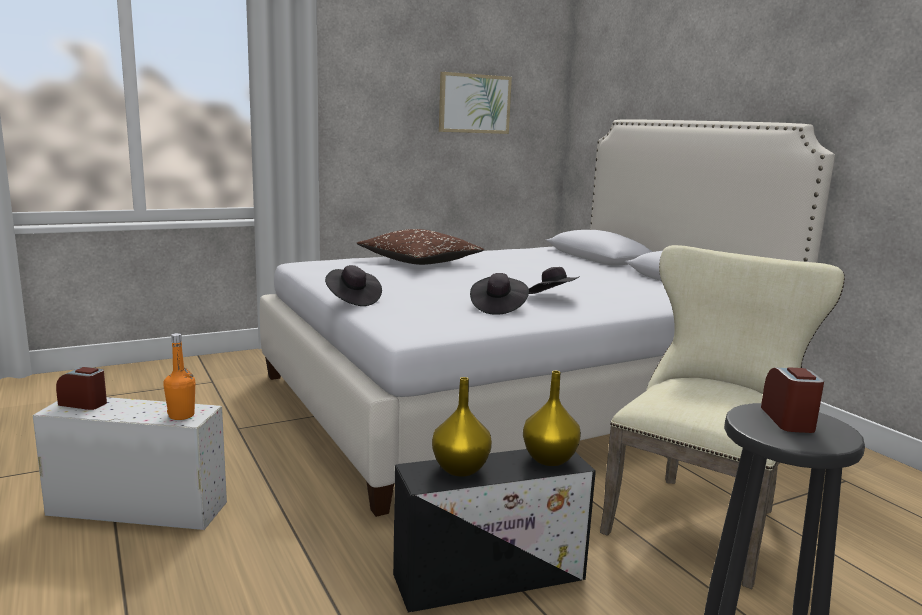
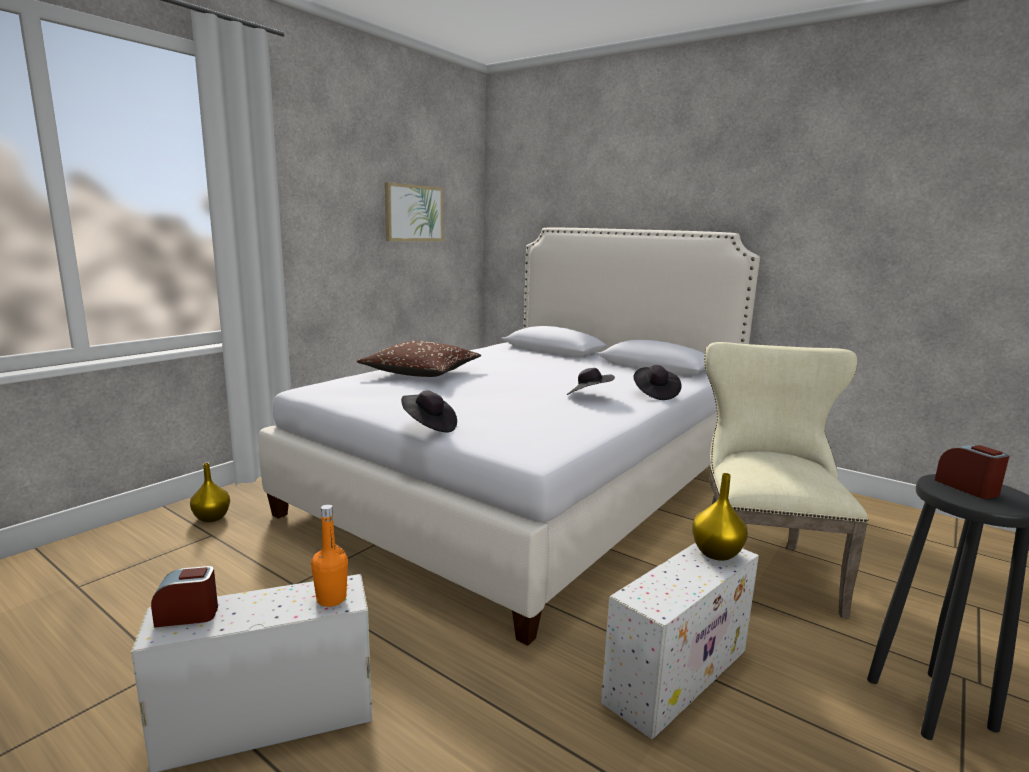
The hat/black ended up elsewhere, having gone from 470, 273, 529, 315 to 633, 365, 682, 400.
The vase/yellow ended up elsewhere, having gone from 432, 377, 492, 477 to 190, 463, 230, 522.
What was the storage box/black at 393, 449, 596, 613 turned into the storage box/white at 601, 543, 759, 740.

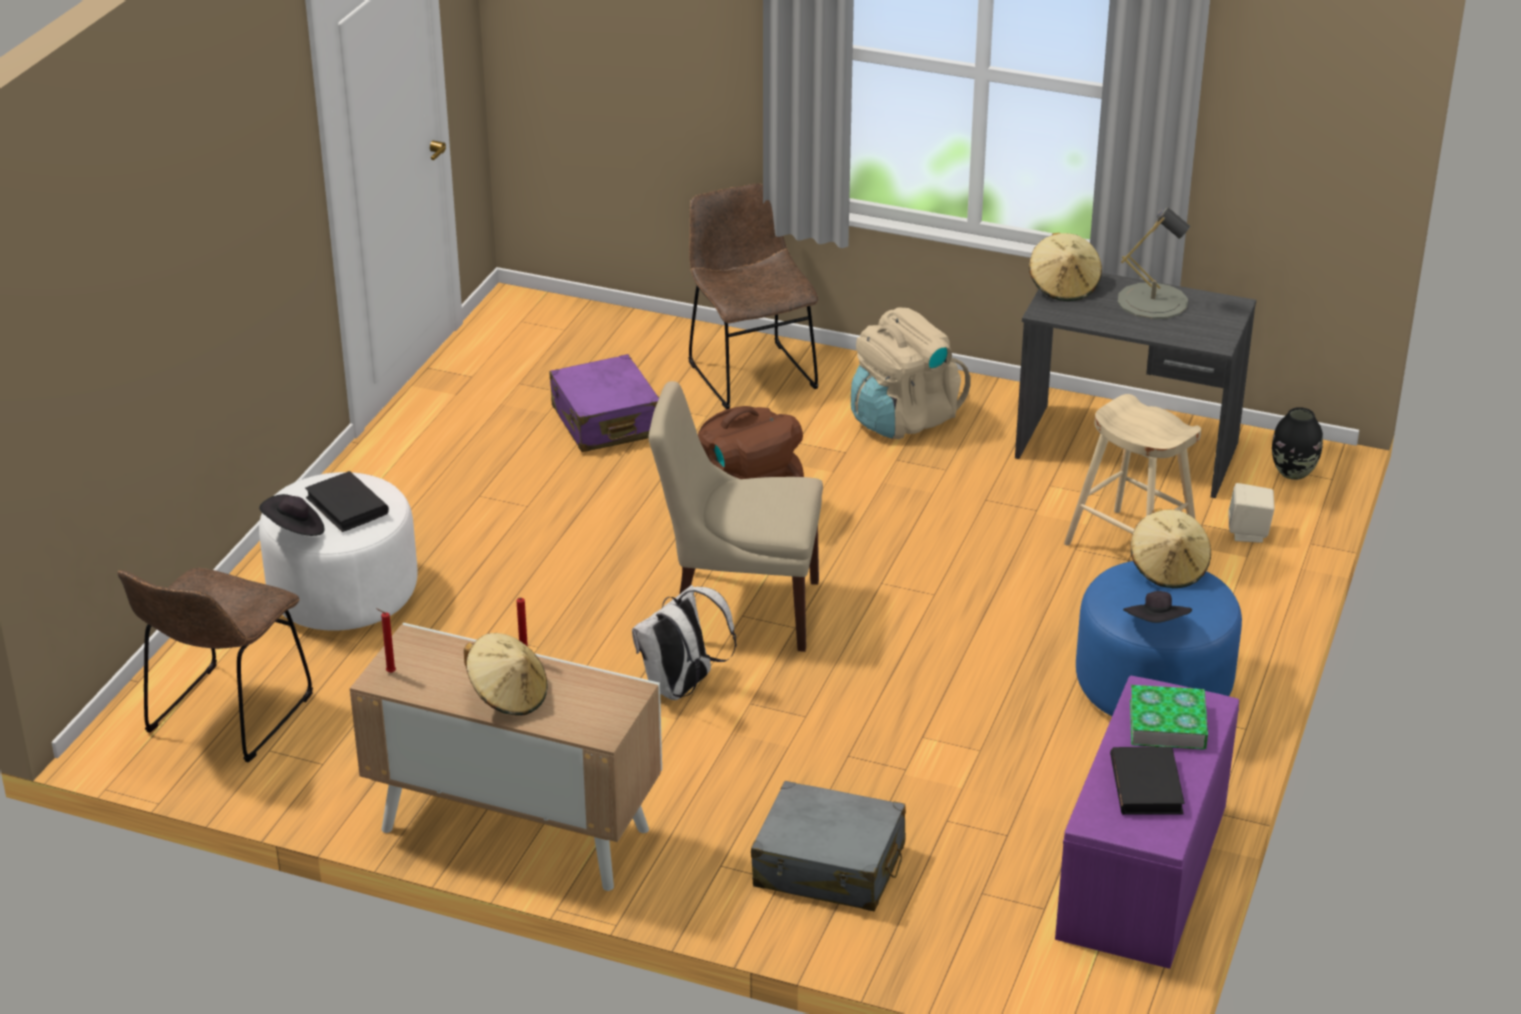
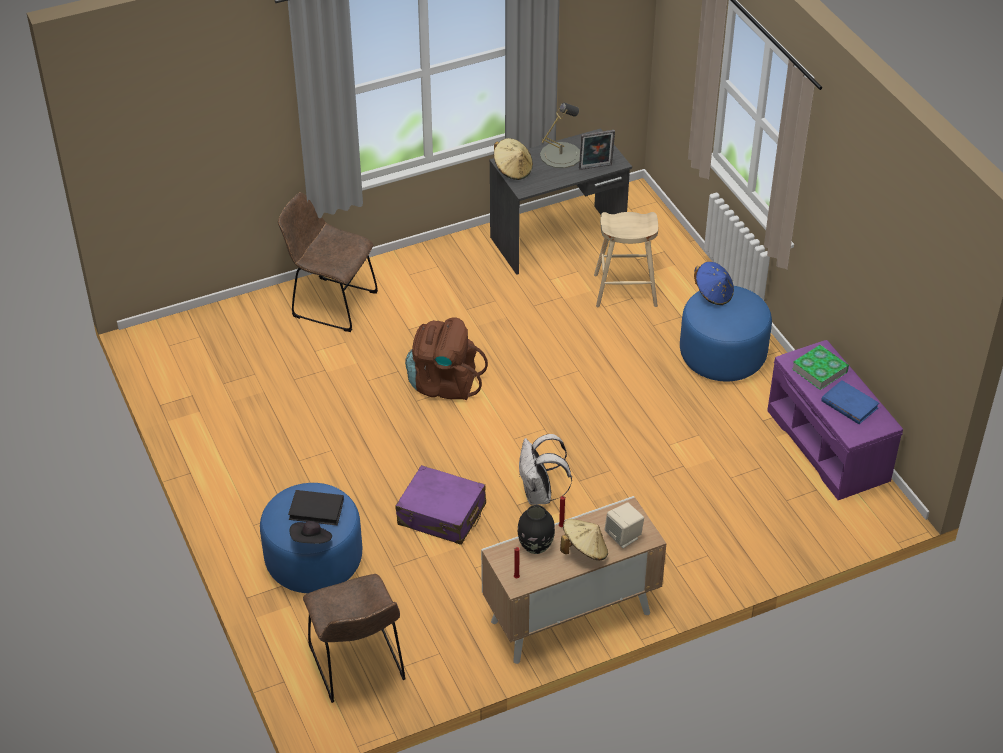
The second view lost the backpack/beige at 851, 307, 971, 439.
The suitcase/purple ended up elsewhere, having gone from 549, 354, 659, 452 to 395, 465, 486, 545.
The second view lost the chair/beige at 648, 381, 823, 652.
The vase/black ended up elsewhere, having gone from 1272, 407, 1323, 480 to 518, 505, 555, 554.
What was the ottoman/white at 259, 472, 418, 631 turned into the ottoman/blue at 260, 483, 362, 593.
The speaker/beige ended up elsewhere, having gone from 1228, 483, 1275, 543 to 604, 503, 644, 548.
What was the hat/beige at 1130, 508, 1211, 588 turned into the hat/blue at 694, 262, 734, 305.
The second view lost the hat/black at 1123, 591, 1192, 623.
What was the book/black at 1110, 747, 1185, 815 turned into the book/blue at 821, 380, 879, 424.
The second view lost the suitcase/grey at 751, 781, 906, 911.
The second view gained the picture frame at 579, 130, 615, 170.

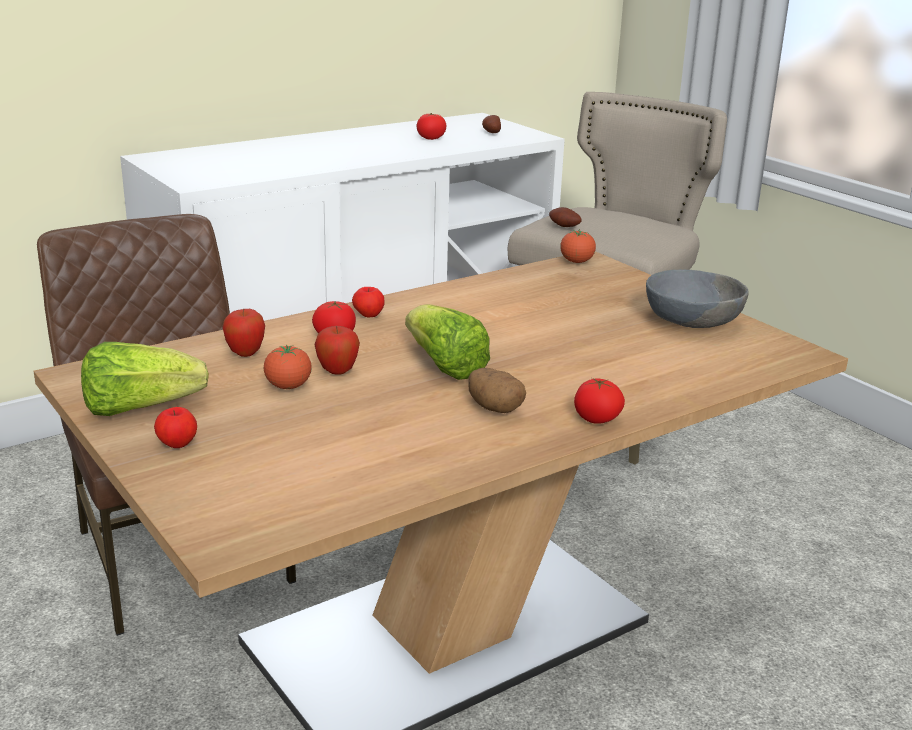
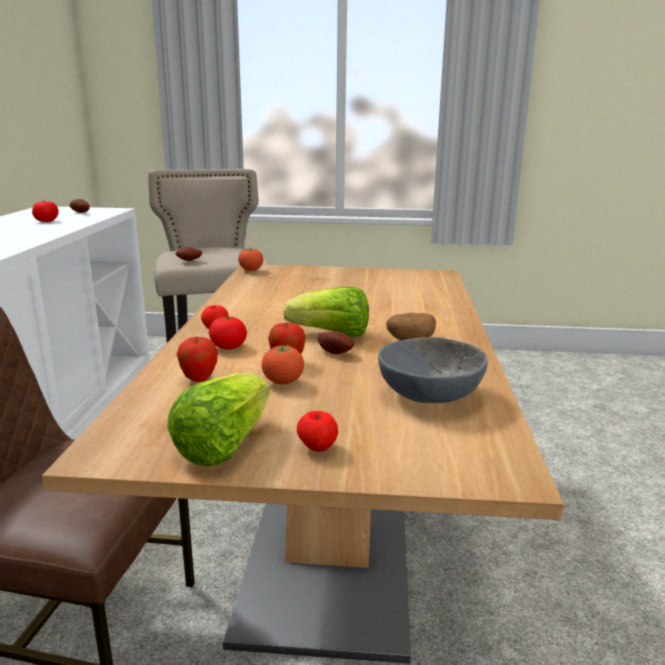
The bowl/grey ended up elsewhere, having gone from 646, 270, 748, 328 to 378, 337, 488, 403.
The second view lost the tomato at 574, 378, 625, 424.
The second view gained the potato at 318, 331, 354, 354.

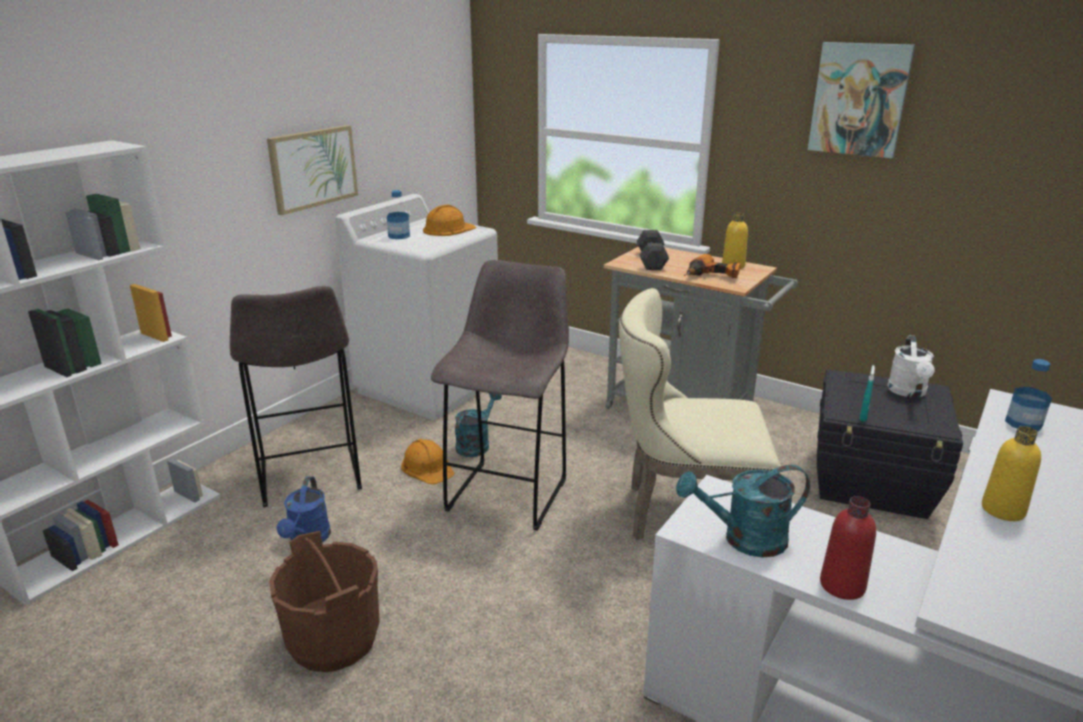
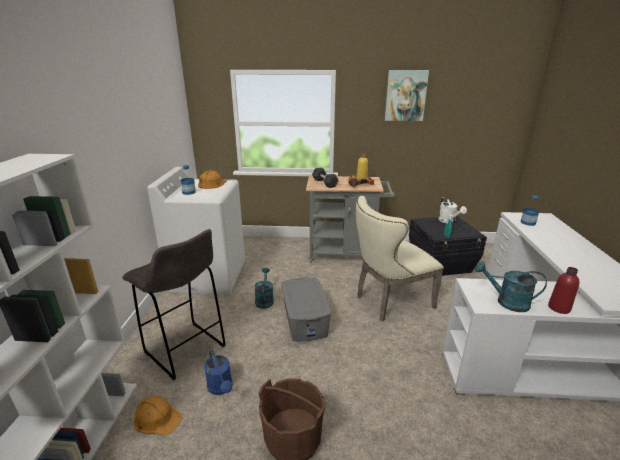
The second view lost the picture at 267, 125, 358, 215.
Where the stool/grey stood at 431, 260, 569, 531, the storage box/grey came to stand at 281, 277, 332, 341.
The second view lost the bottle/yellow at 982, 426, 1041, 521.
The hard hat/orange ended up elsewhere, having gone from 401, 439, 454, 484 to 134, 396, 182, 435.
The watering can/turquoise at 676, 465, 810, 558 ended up facing another way, 60 degrees clockwise from before.

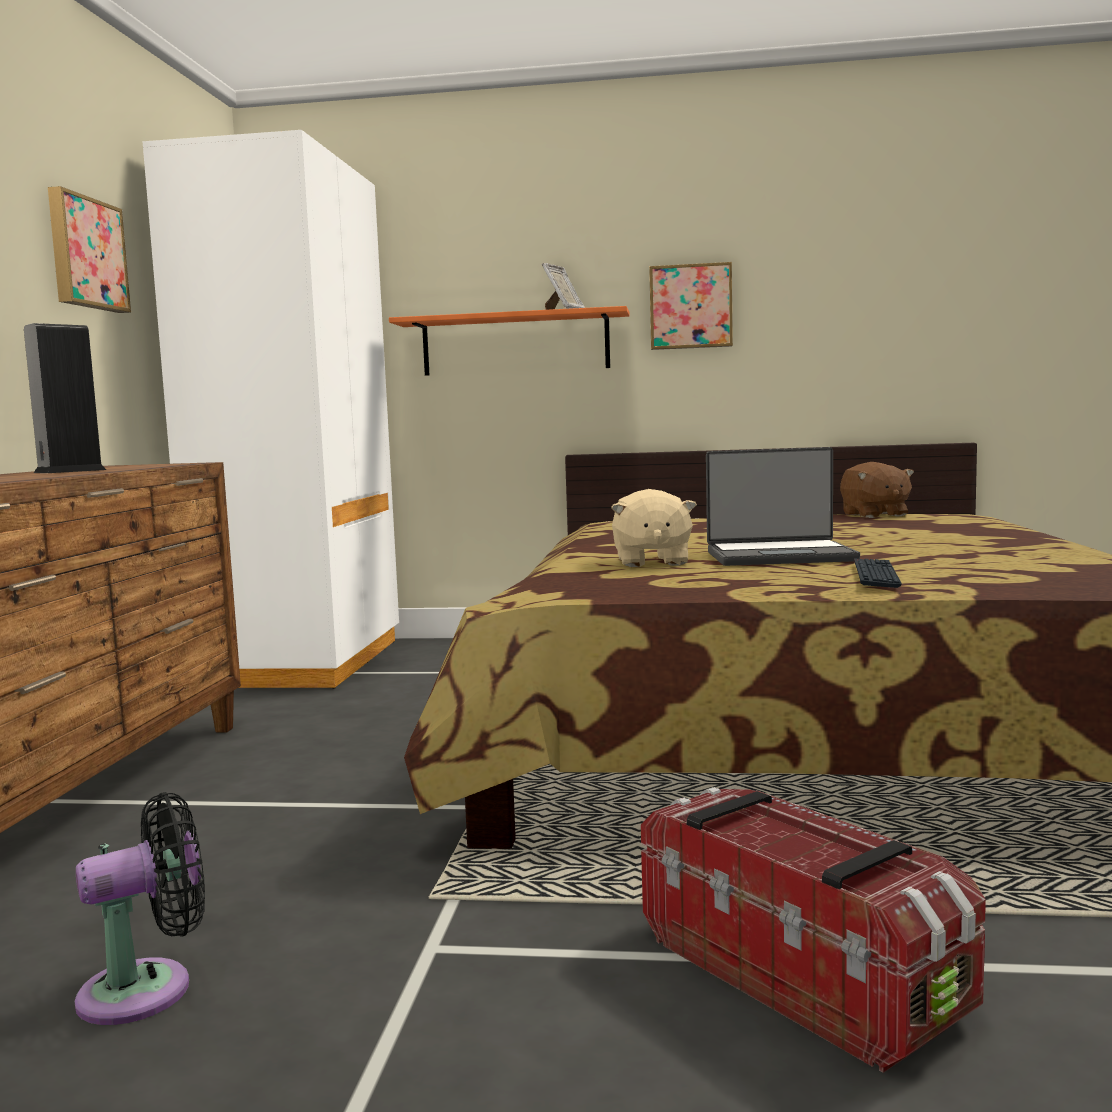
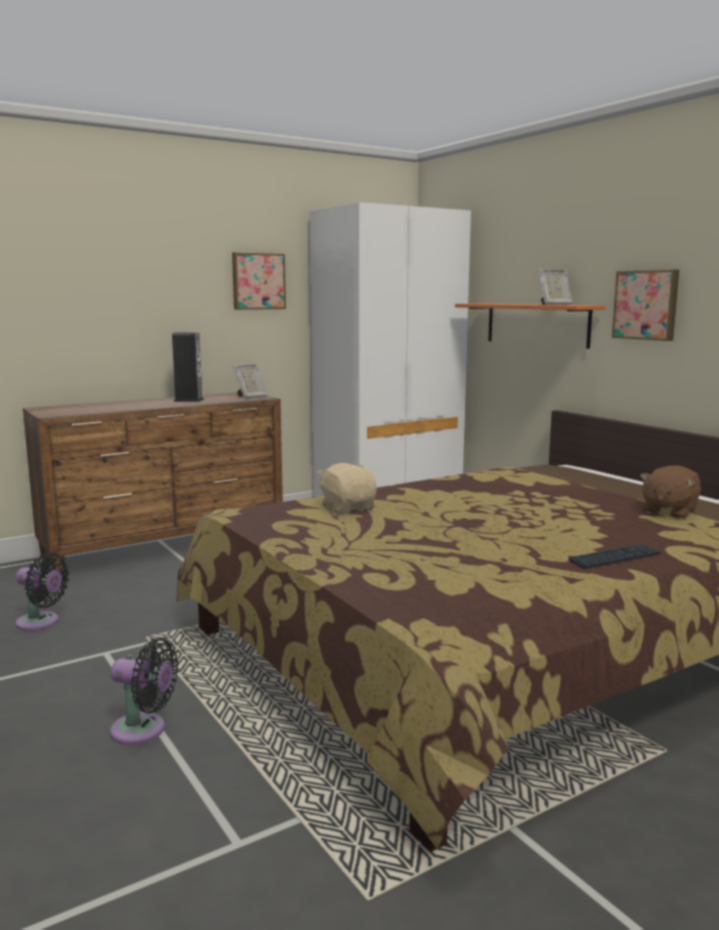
The second view lost the laptop at 706, 447, 860, 566.
The plush toy/beige at 611, 489, 697, 567 ended up facing another way, 105 degrees clockwise from before.
The keyboard ended up elsewhere, having gone from 854, 558, 902, 588 to 569, 544, 661, 569.
Where the storage box stood at 641, 787, 986, 1073, the fan/black came to stand at 110, 638, 178, 745.
The second view gained the picture frame at 233, 364, 267, 399.

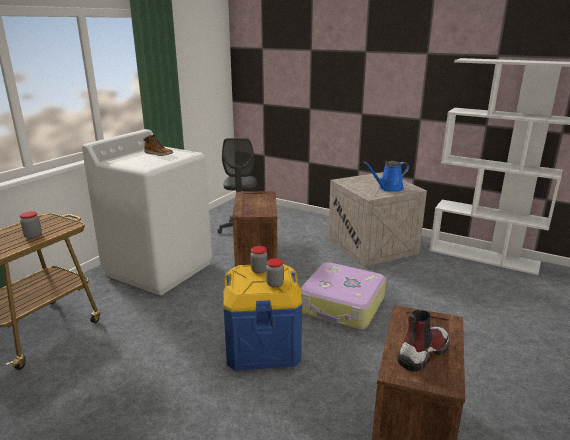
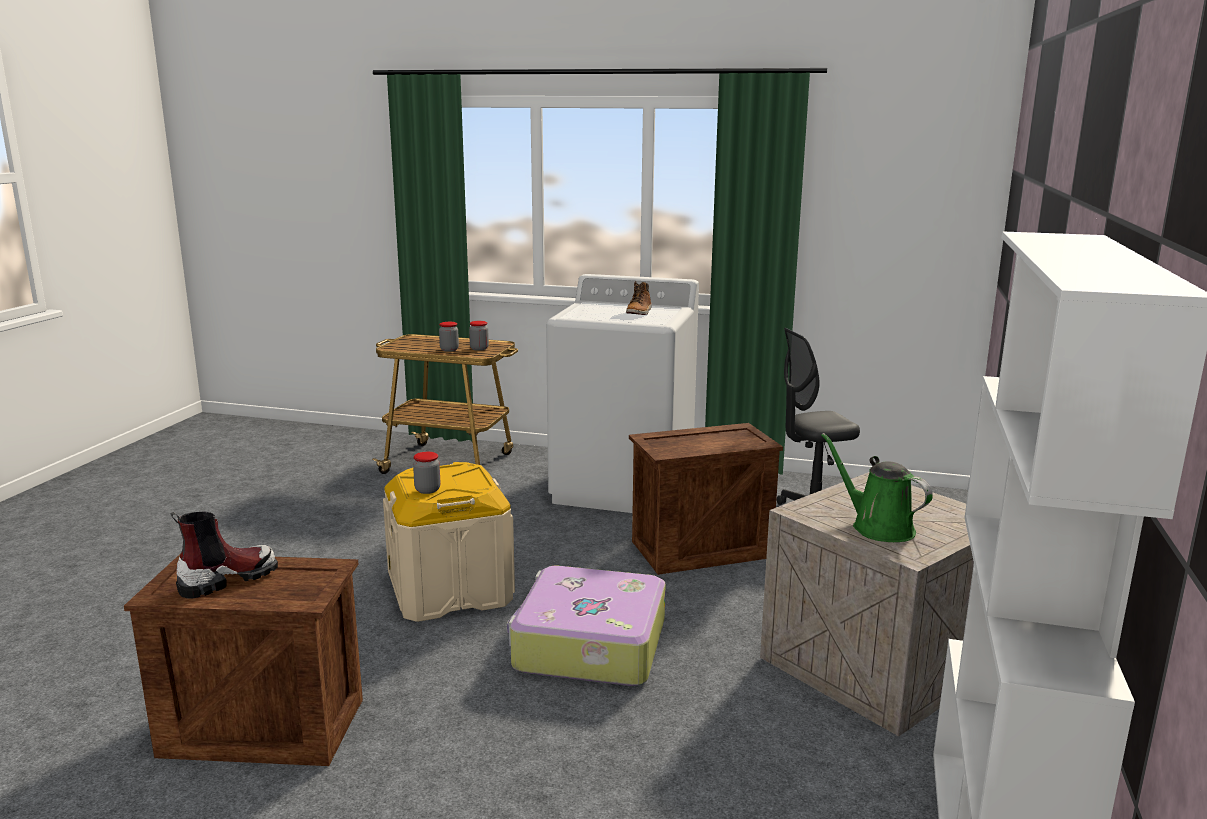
What was the watering can/blue at 363, 161, 409, 192 turned into the watering can/green at 821, 433, 933, 542.
The jar ended up elsewhere, having gone from 251, 246, 267, 274 to 469, 321, 489, 351.
What was the storage box/blue at 223, 264, 302, 370 turned into the storage box/beige at 383, 462, 515, 622.
The boot at 397, 310, 449, 372 ended up facing another way, 75 degrees counterclockwise from before.

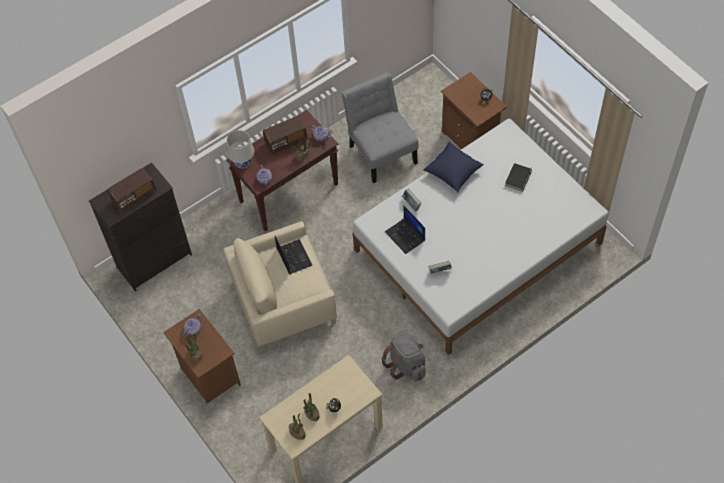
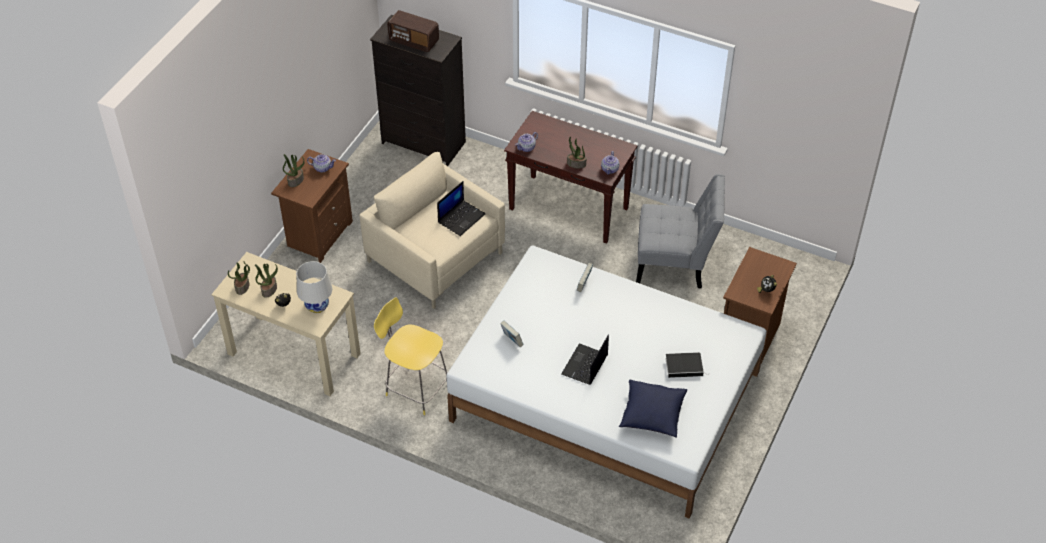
The chair/grey at 341, 72, 418, 183 ended up facing another way, 60 degrees clockwise from before.
The second view lost the radio at 263, 116, 307, 154.
The table lamp/white ended up elsewhere, having gone from 227, 130, 254, 169 to 297, 261, 332, 313.
The pillow/blue ended up elsewhere, having gone from 423, 142, 484, 193 to 619, 380, 687, 438.
The laptop ended up elsewhere, having gone from 385, 206, 425, 254 to 561, 334, 609, 385.
Where the backpack/grey stood at 381, 333, 426, 382, the chair/yellow came to stand at 374, 297, 448, 415.

